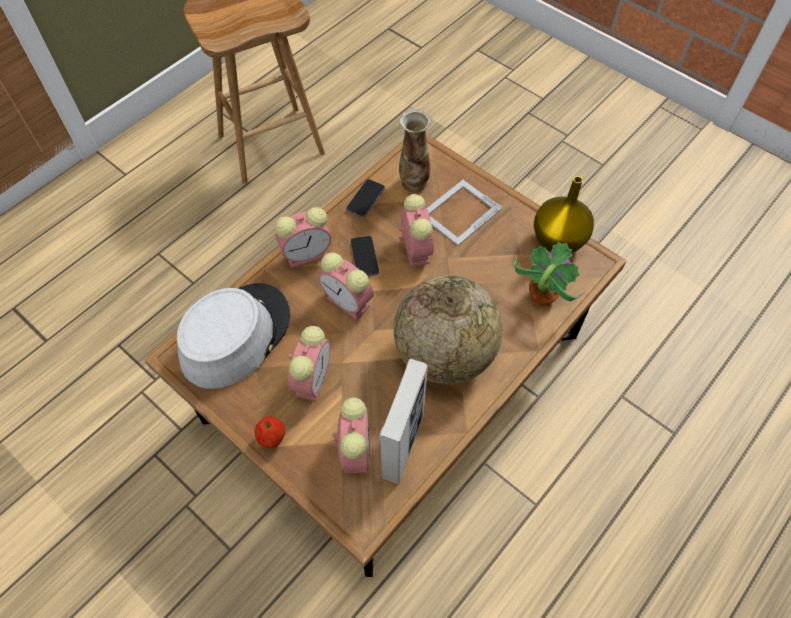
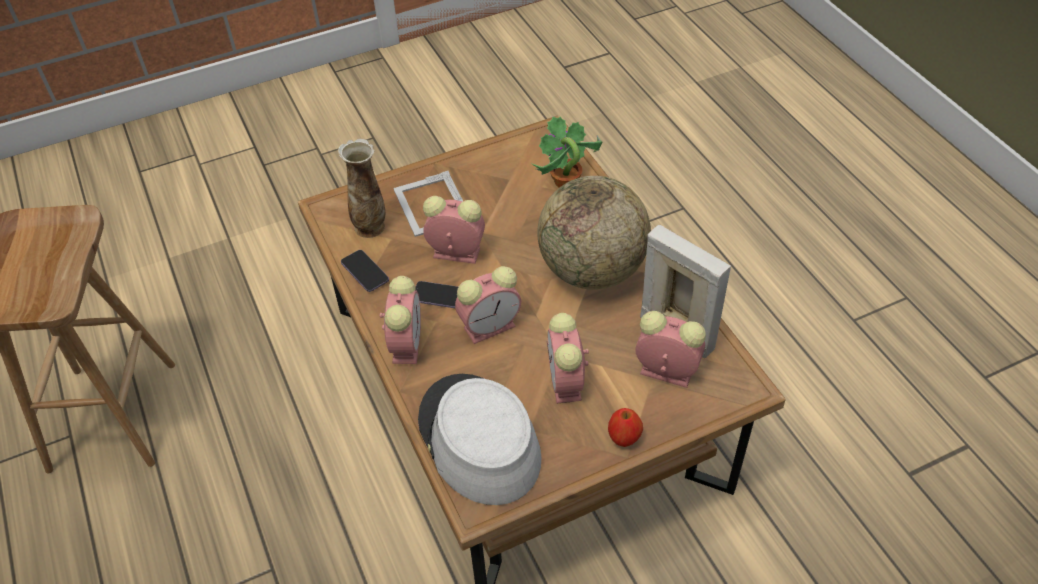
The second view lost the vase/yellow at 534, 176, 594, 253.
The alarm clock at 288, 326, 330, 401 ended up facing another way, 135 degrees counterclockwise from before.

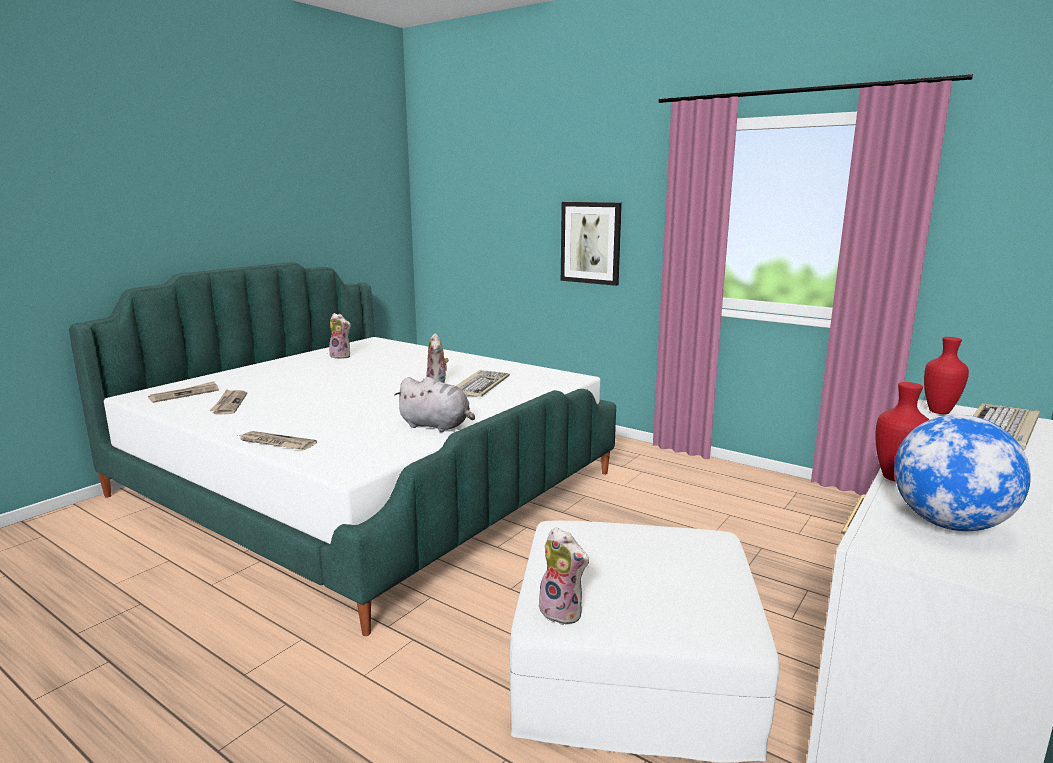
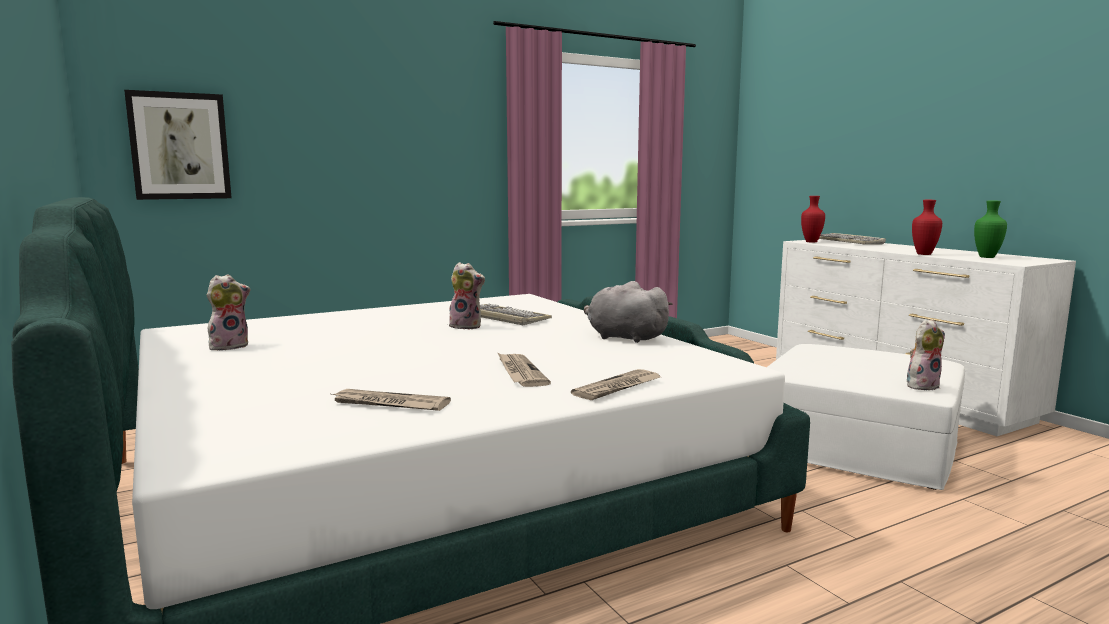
The picture ended up elsewhere, having gone from 561, 202, 622, 286 to 124, 90, 232, 200.
The plush toy/grey at 394, 377, 475, 432 ended up facing another way, 105 degrees counterclockwise from before.
The newspaper ended up elsewhere, having gone from 148, 381, 219, 403 to 497, 352, 551, 387.
Where the globe stood at 894, 415, 1031, 531, the vase/green came to stand at 974, 200, 1007, 258.

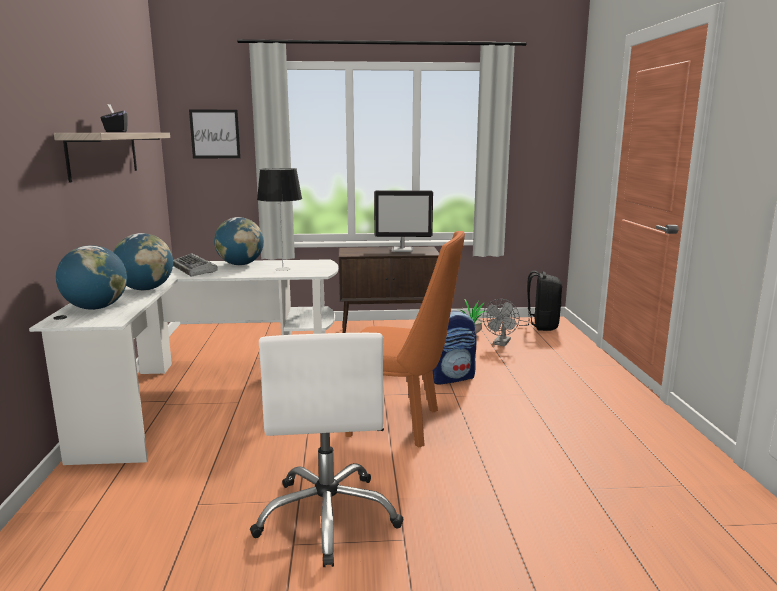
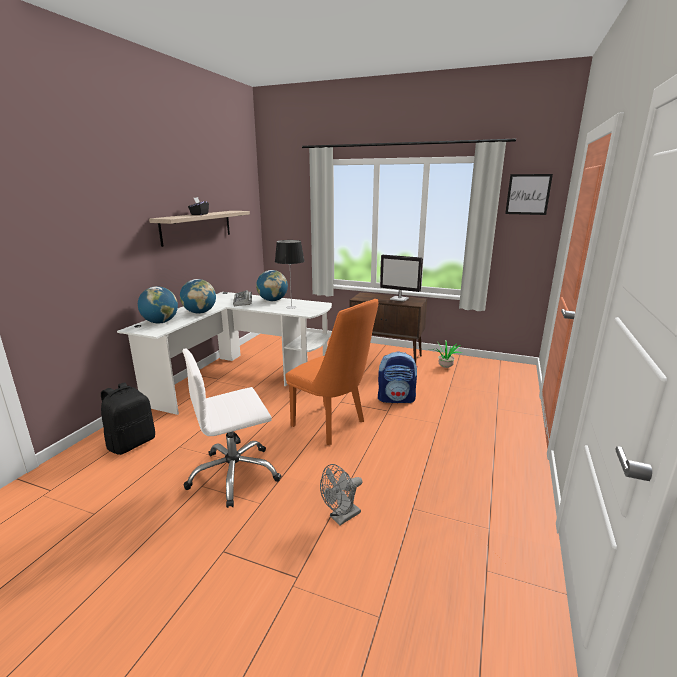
The picture ended up elsewhere, having gone from 189, 110, 241, 158 to 505, 174, 553, 215.
The backpack/black ended up elsewhere, having gone from 519, 271, 562, 331 to 101, 382, 155, 455.
The fan/grey ended up elsewhere, having gone from 483, 299, 519, 346 to 320, 464, 362, 525.
The office chair/white at 250, 333, 404, 567 ended up facing another way, 45 degrees clockwise from before.

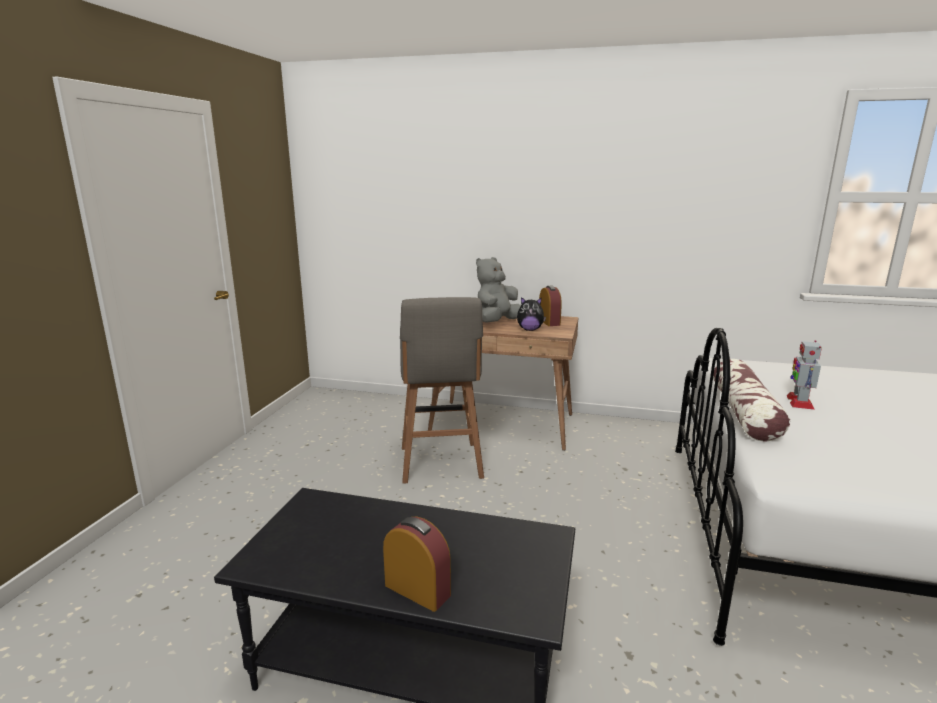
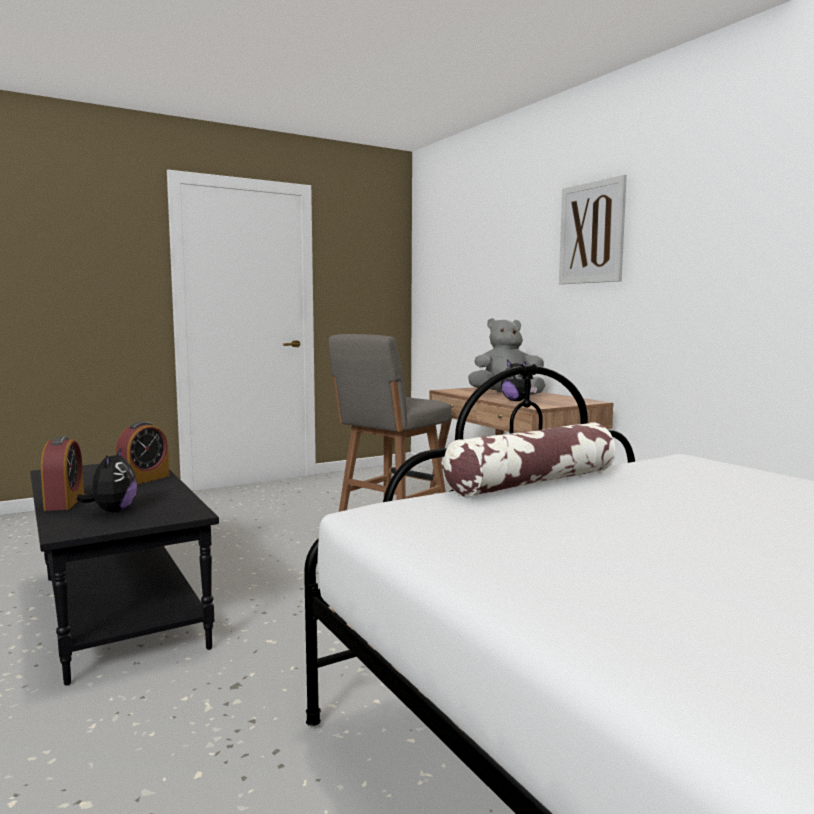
The alarm clock ended up elsewhere, having gone from 539, 286, 562, 326 to 116, 421, 169, 484.
The second view lost the toy robot at 787, 340, 822, 410.
The second view gained the picture at 559, 175, 627, 284.
The second view gained the plush toy at 76, 447, 137, 512.

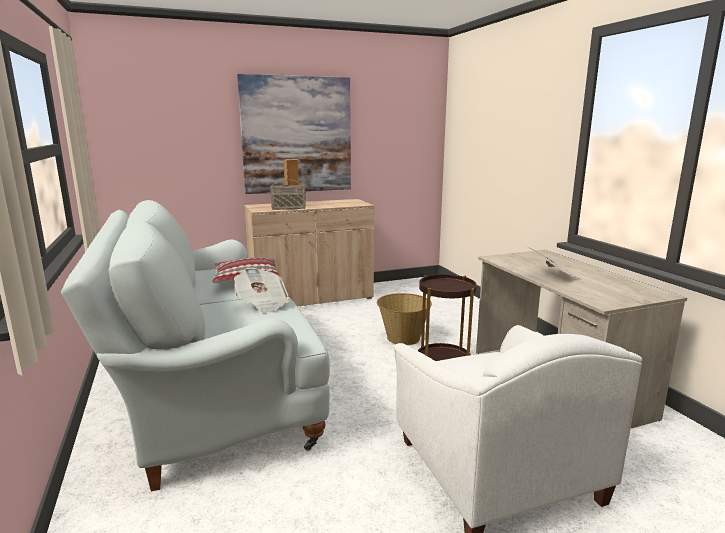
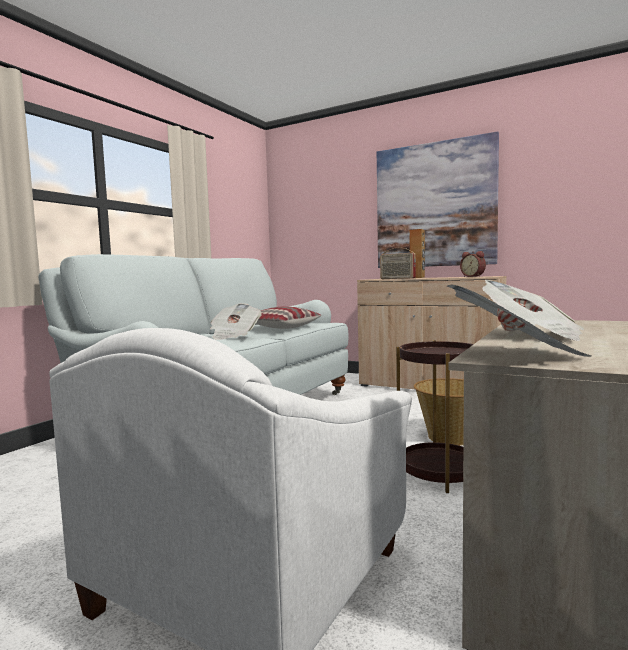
The second view gained the alarm clock at 460, 251, 486, 277.
The second view gained the newspaper at 447, 285, 591, 357.

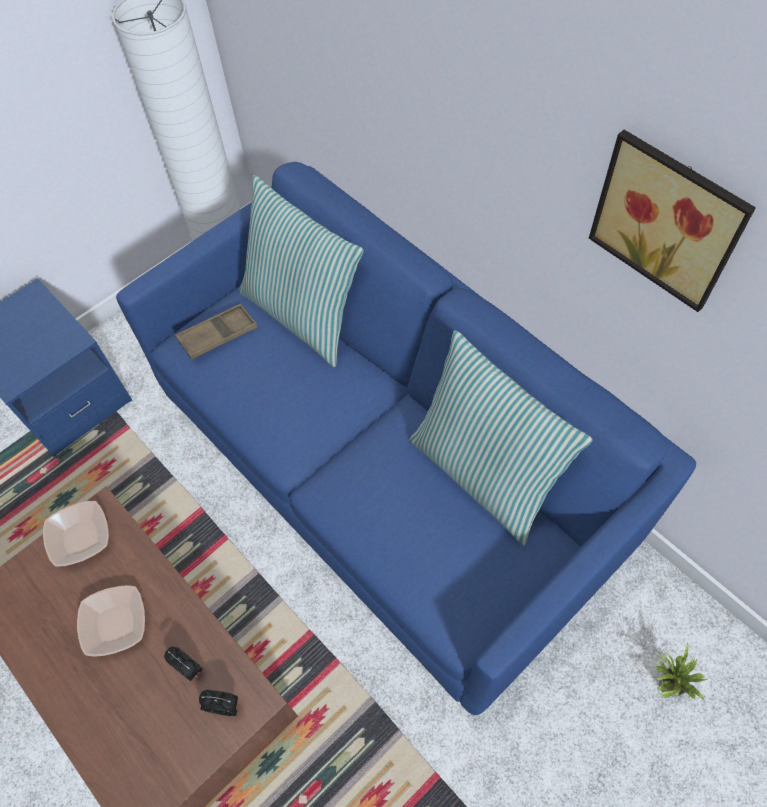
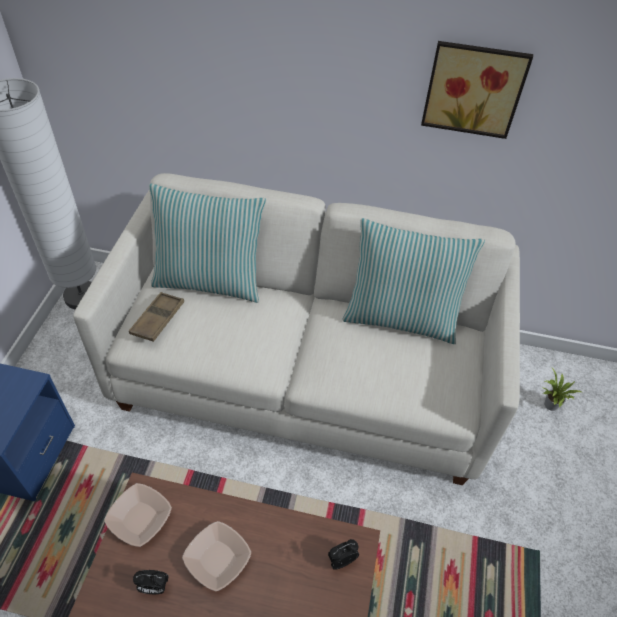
What was the sofa/blue at 116, 162, 696, 715 turned into the sofa/white at 74, 173, 520, 485.
The alarm clock ended up elsewhere, having gone from 164, 646, 204, 681 to 133, 570, 169, 594.

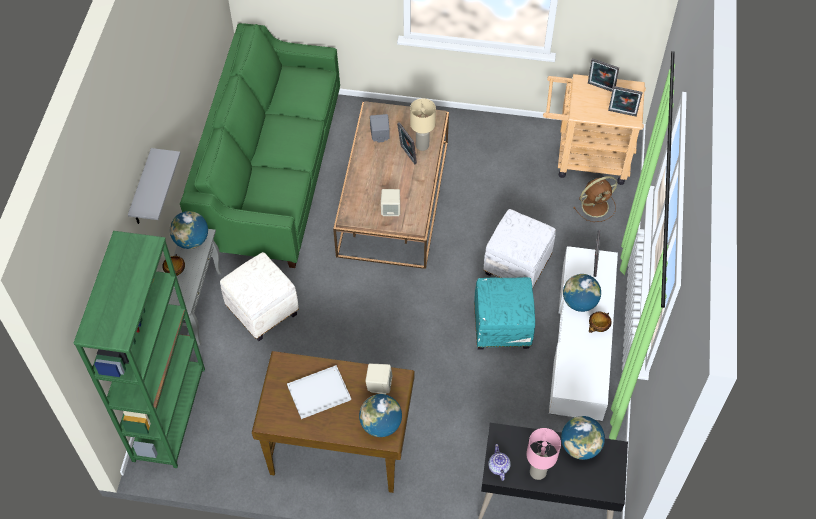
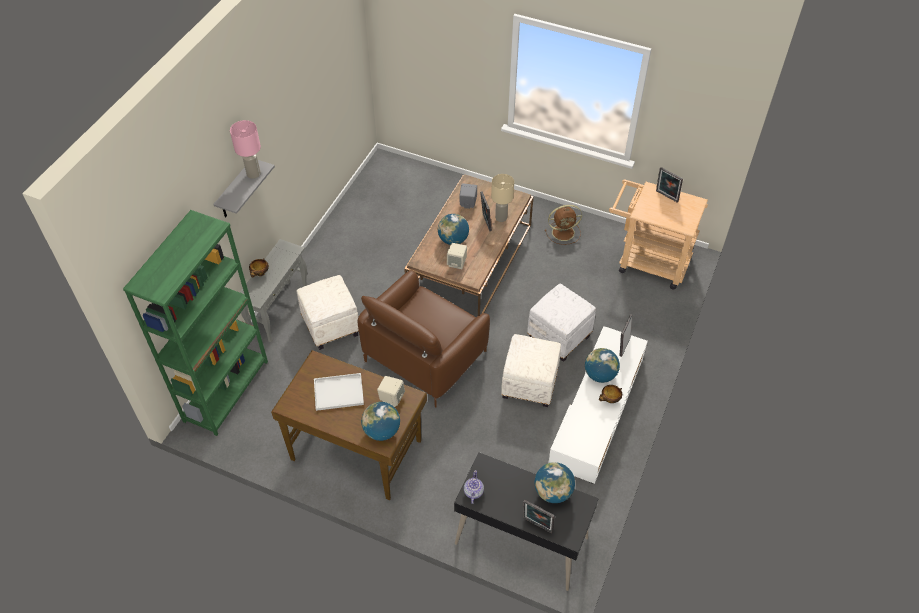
The second view lost the sofa/green at 180, 23, 340, 268.
The picture frame ended up elsewhere, having gone from 608, 86, 643, 117 to 523, 500, 555, 533.
The fan/brown ended up elsewhere, having gone from 573, 176, 617, 222 to 545, 205, 582, 245.
The globe ended up elsewhere, having gone from 170, 211, 208, 249 to 438, 214, 469, 245.
What was the ottoman/turquoise at 474, 277, 535, 350 turned into the ottoman/white at 501, 334, 561, 407.
The table lamp/pink ended up elsewhere, having gone from 526, 428, 561, 480 to 230, 120, 261, 179.
The second view gained the armchair/brown at 358, 270, 490, 407.

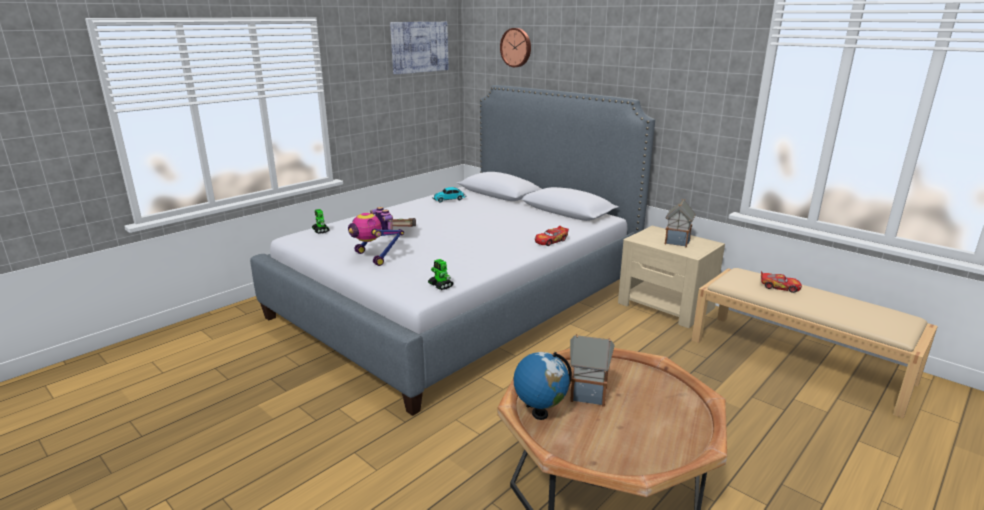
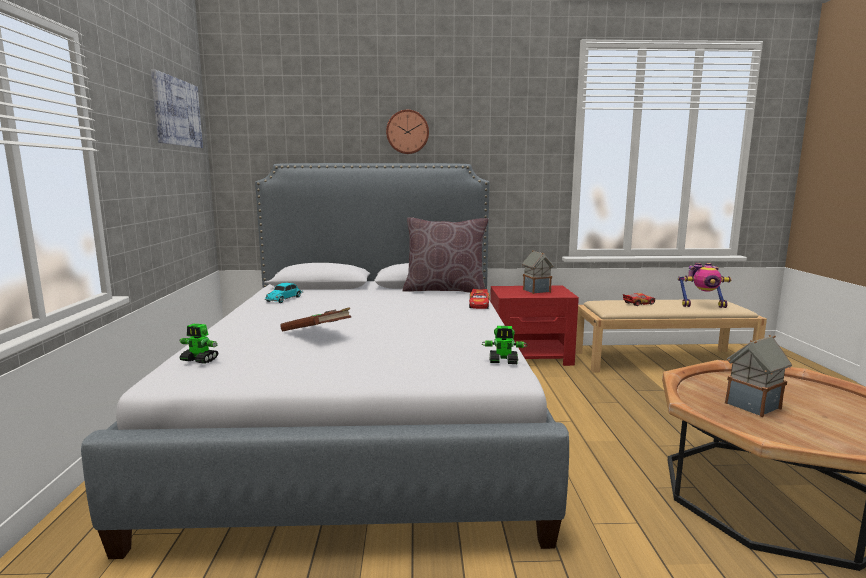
The wall clock ended up elsewhere, having gone from 500, 28, 531, 67 to 386, 110, 429, 154.
The toy robot ended up elsewhere, having gone from 348, 207, 404, 266 to 678, 263, 732, 308.
What was the nightstand/beige at 618, 226, 725, 328 turned into the nightstand/red at 490, 286, 579, 366.
The second view lost the globe at 514, 352, 572, 420.
The second view gained the pillow/brown at 402, 217, 489, 293.

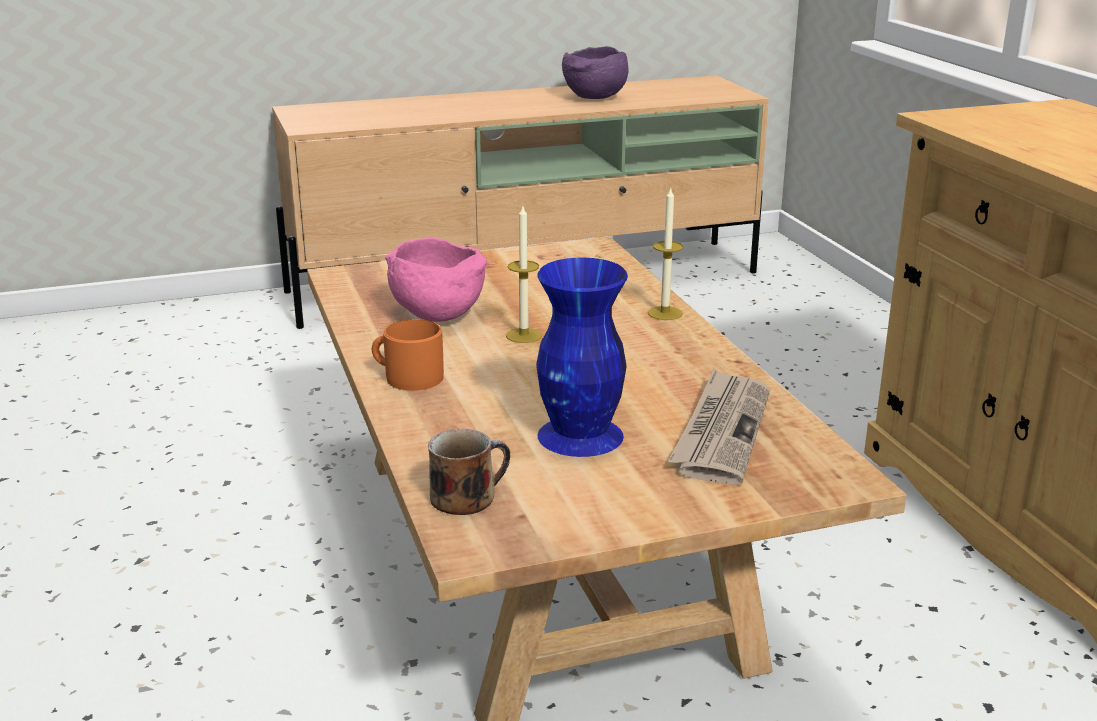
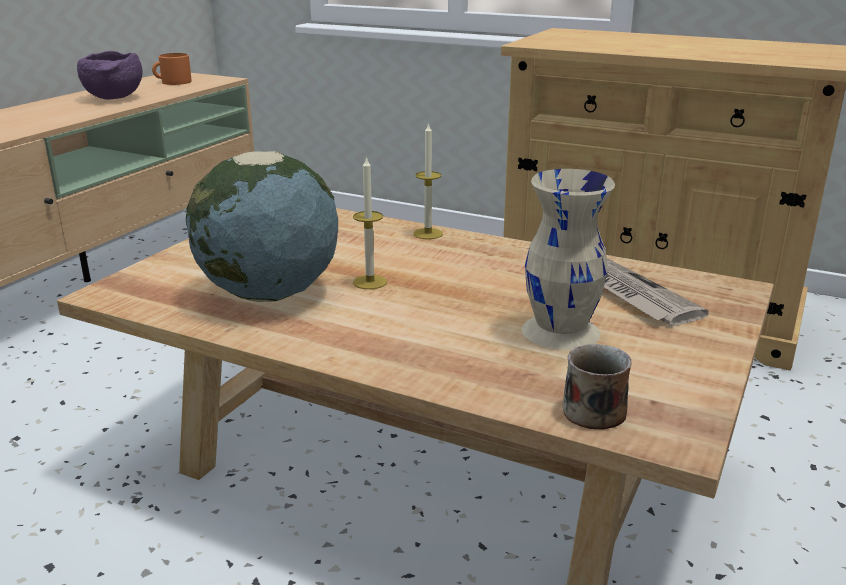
Where the bowl/pink stood at 385, 238, 487, 322, the globe came to stand at 186, 151, 338, 302.
What was the vase/blue at 536, 258, 628, 457 turned into the vase/beige at 522, 169, 615, 350.
The mug/orange ended up elsewhere, having gone from 372, 319, 444, 391 to 152, 53, 191, 85.

